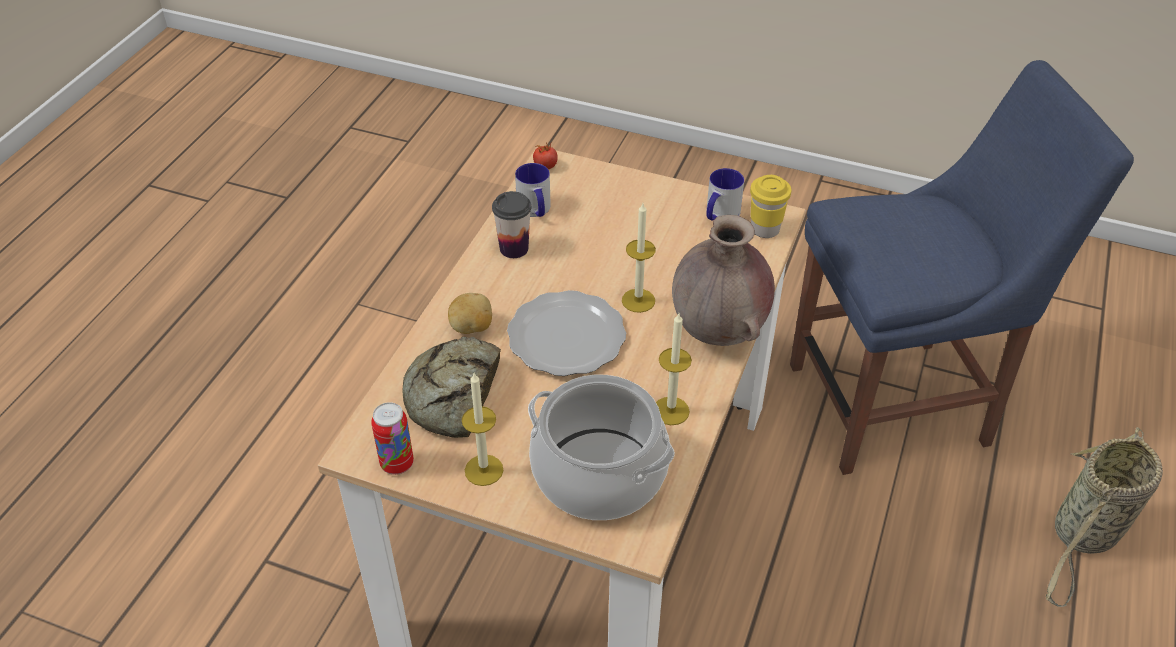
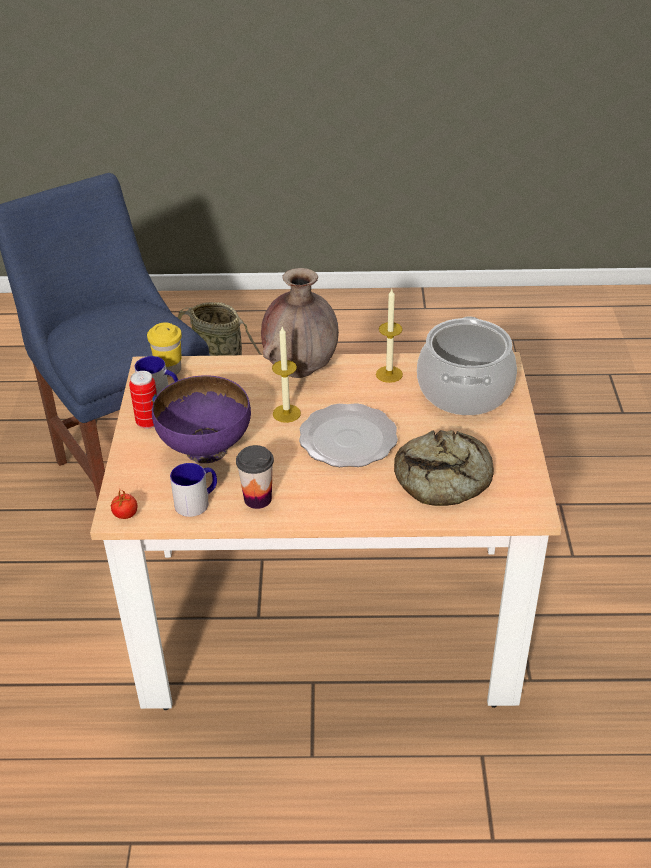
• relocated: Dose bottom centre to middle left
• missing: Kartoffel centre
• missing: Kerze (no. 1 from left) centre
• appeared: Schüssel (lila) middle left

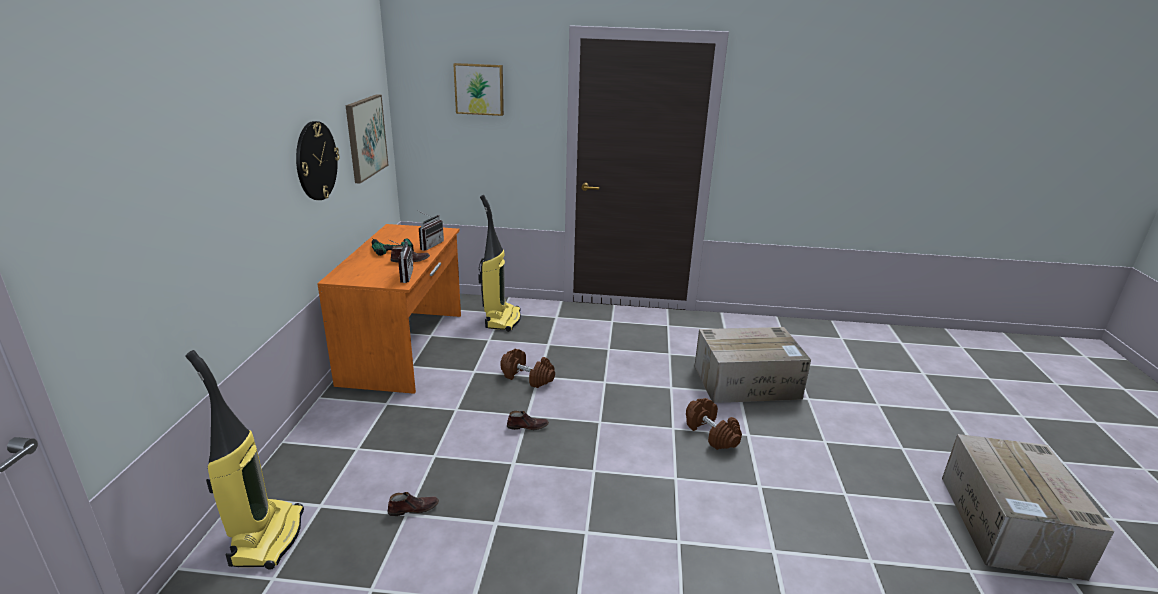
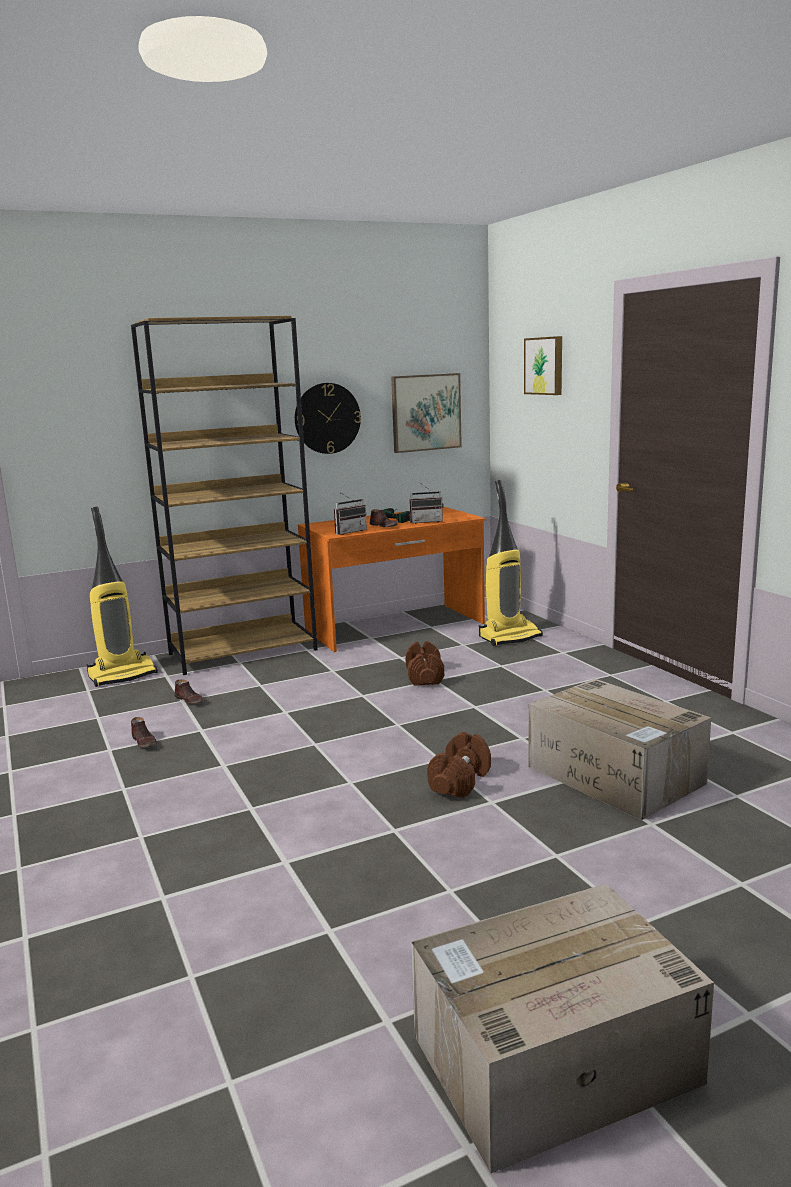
• relocated: Schuh (braun) (no. 3 from left in the first image) bottom centre to Schuh (braun) (no. 1 from left) middle left
• appeared: Bücherregal (braun) middle left

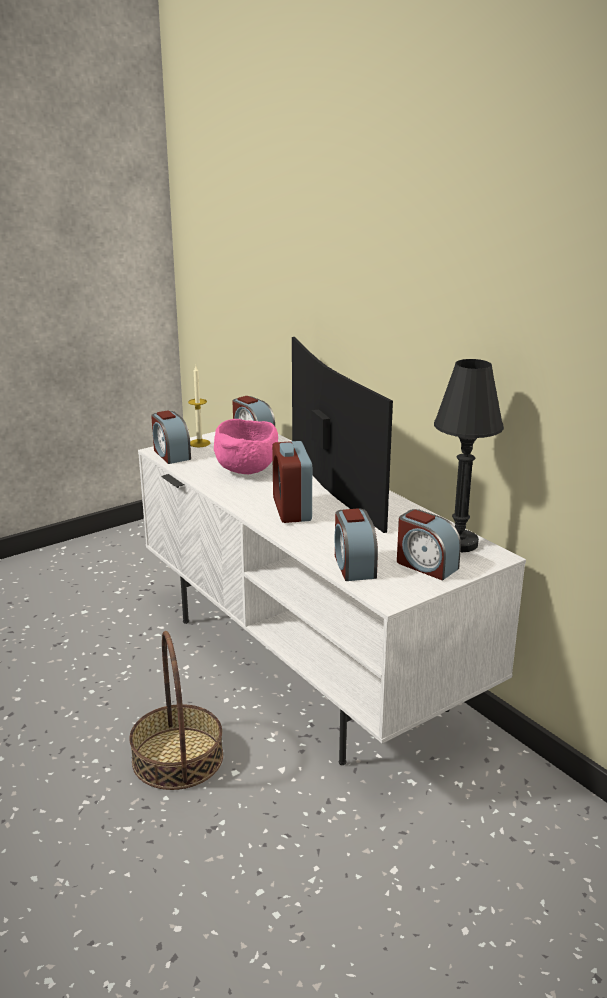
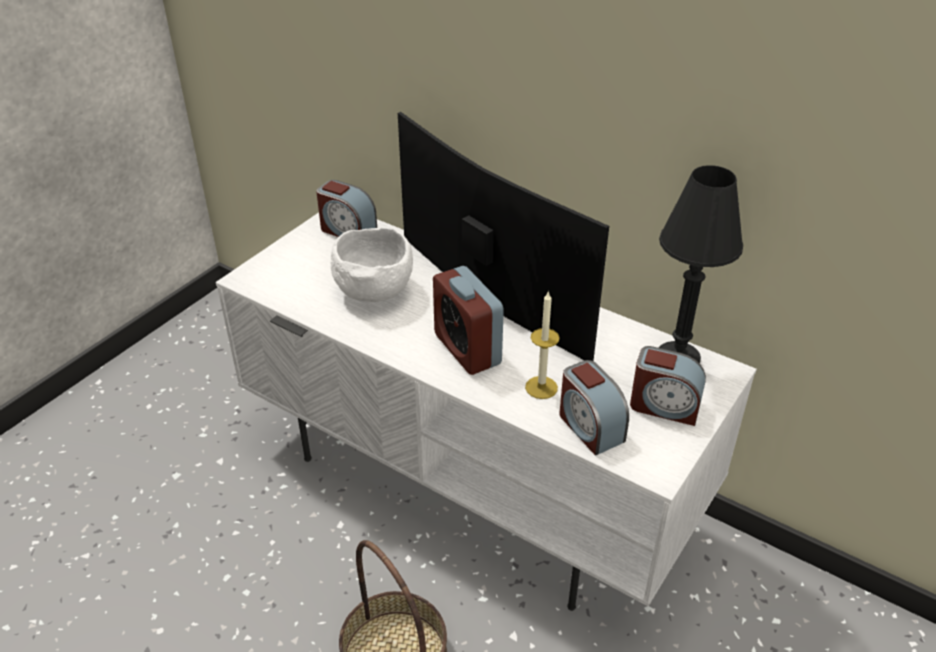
• missing: Wecker (no. 1 from left) middle left
• relocated: Kerze middle left to centre
• colour: Schüssel (rosa) centre to Schüssel (weiß) centre

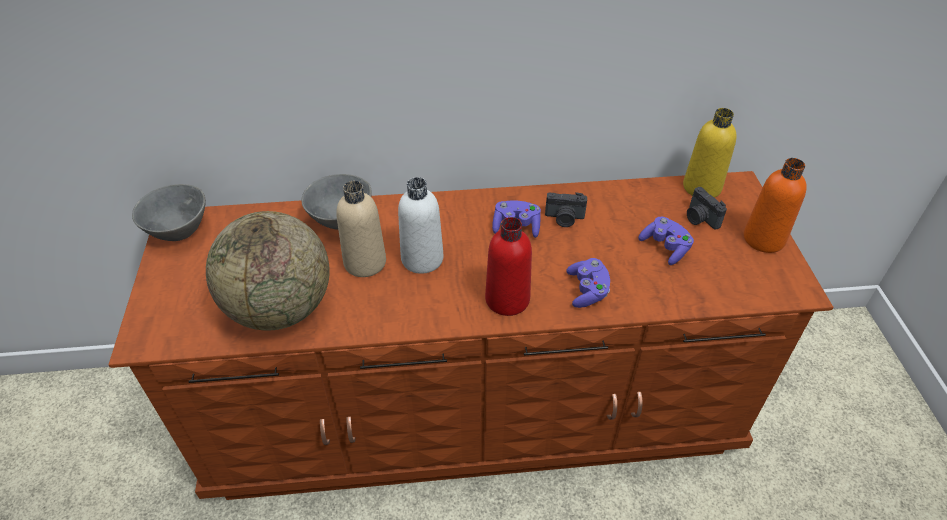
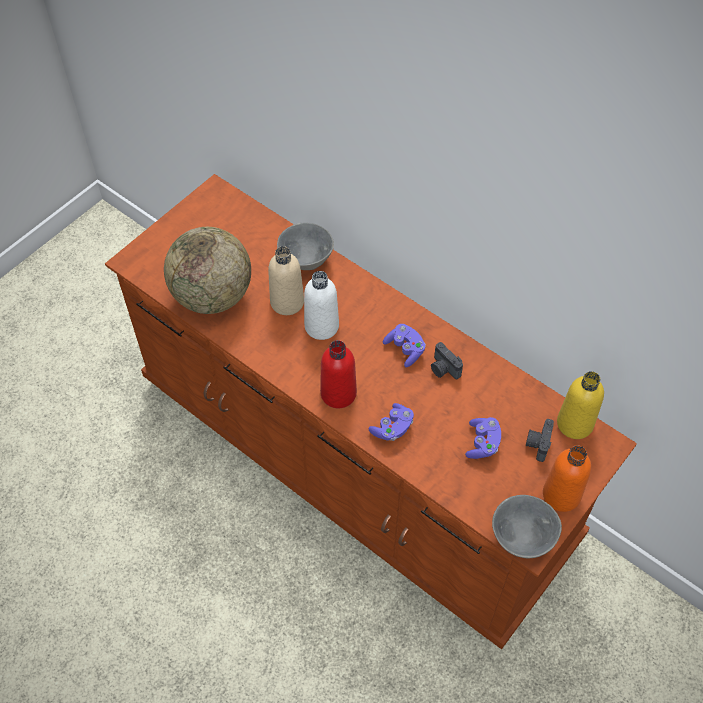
• relocated: Schüssel (grau) (no. 1 from left in the first image) middle left to Schüssel (grau) (no. 2 from left) bottom right

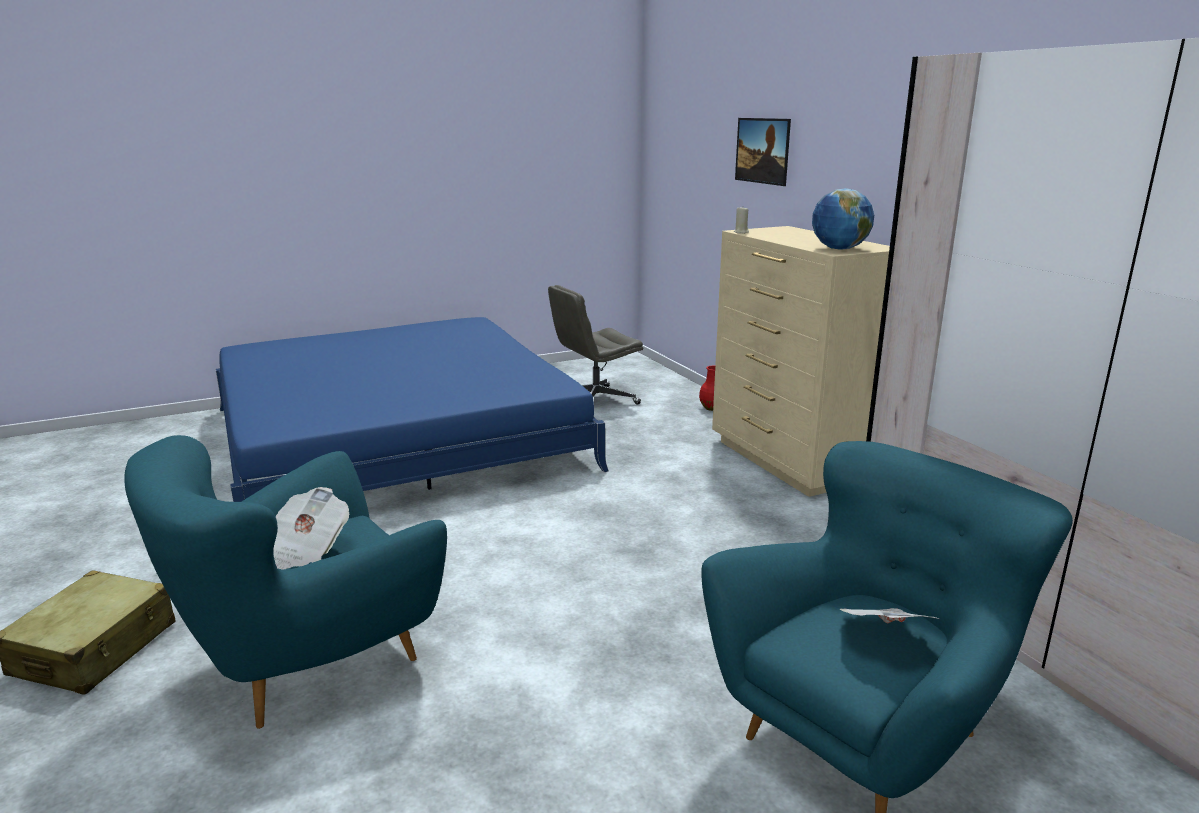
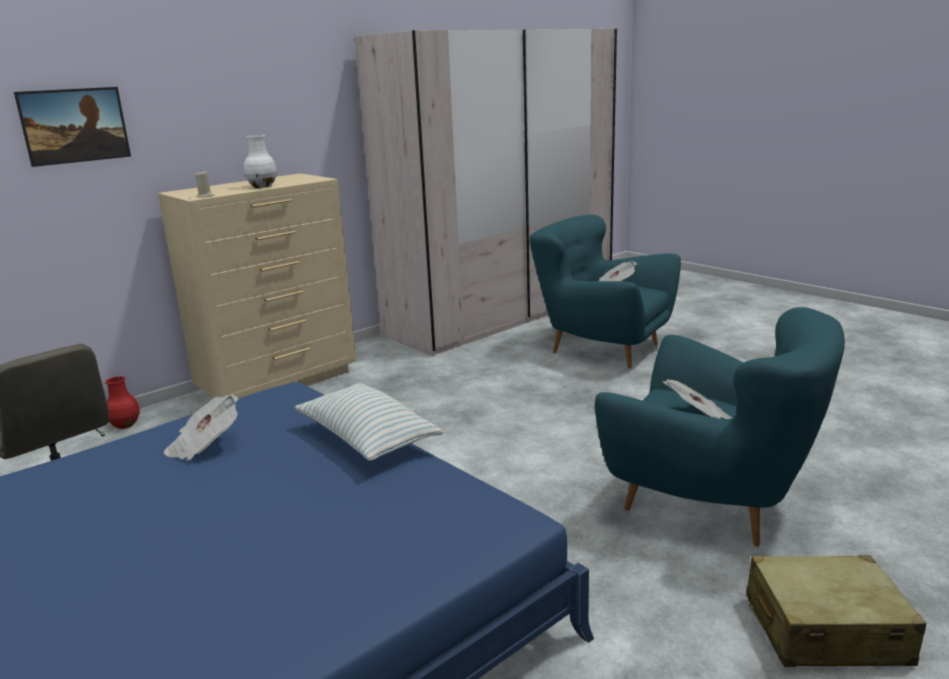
• missing: Globus top right
• appeared: Zeitung (no. 1 from left) middle left
• appeared: Vase (weiß) top left
• appeared: Kissen centre

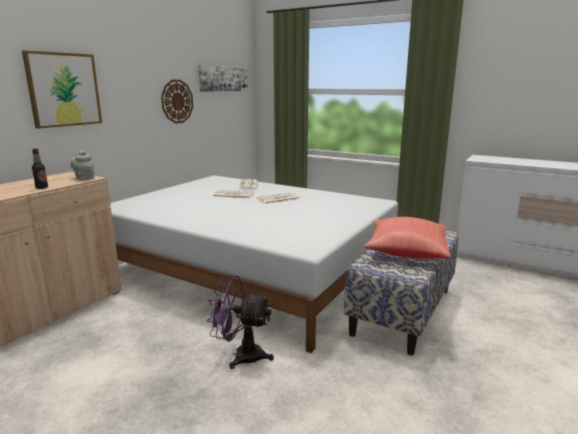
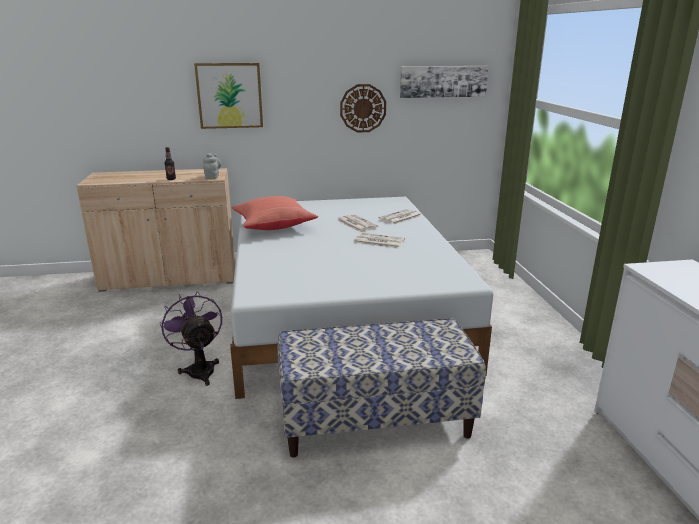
• relocated: Kissen (rot) middle right to centre

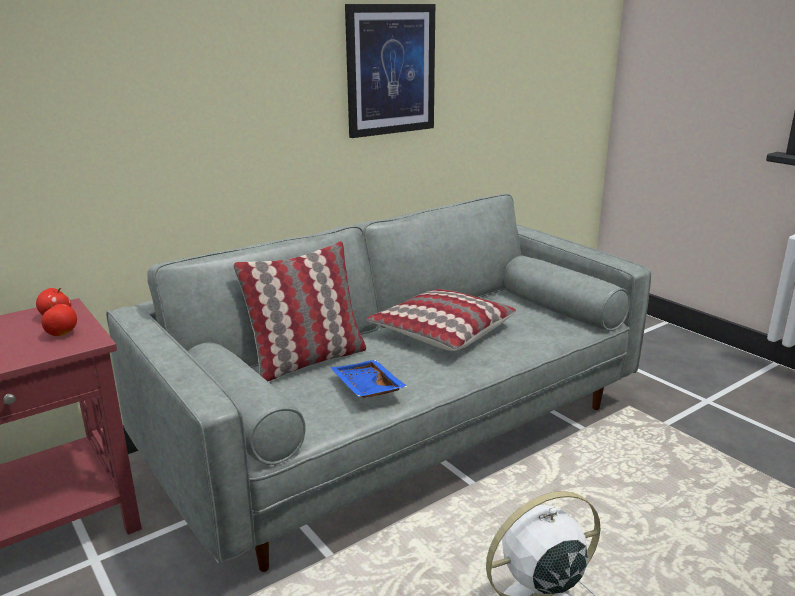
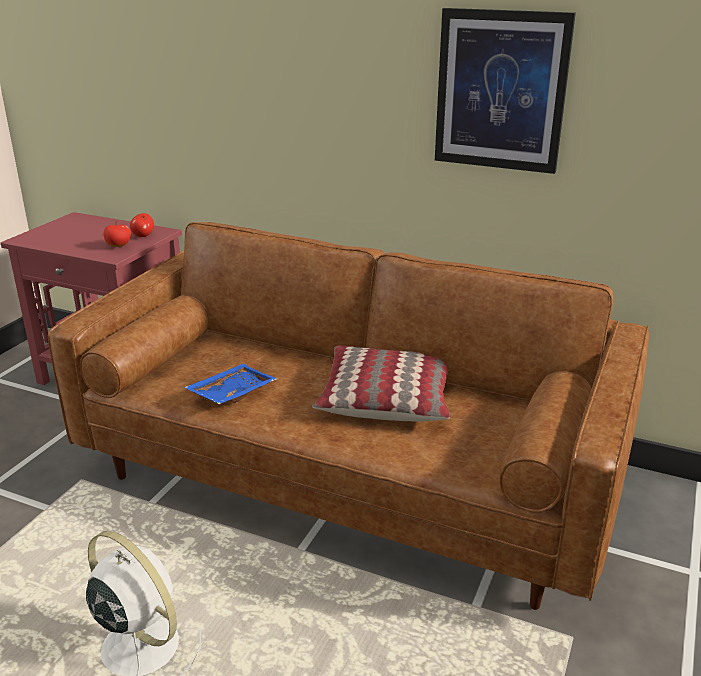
• colour: Sofa (grau) centre to Sofa (braun) centre
• missing: Kissen (no. 1 from left) centre

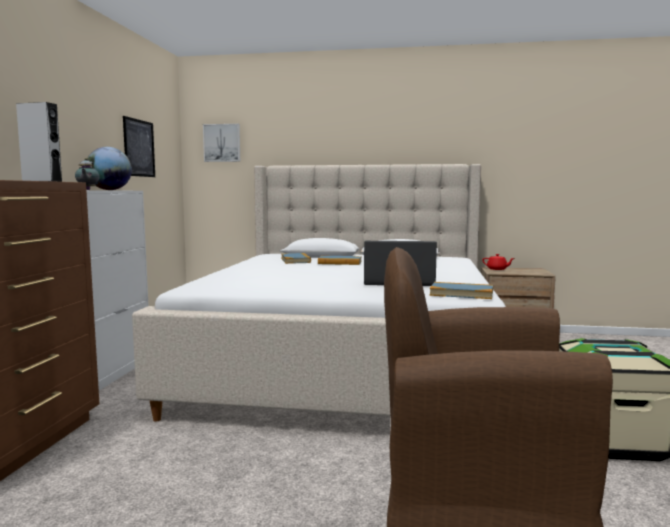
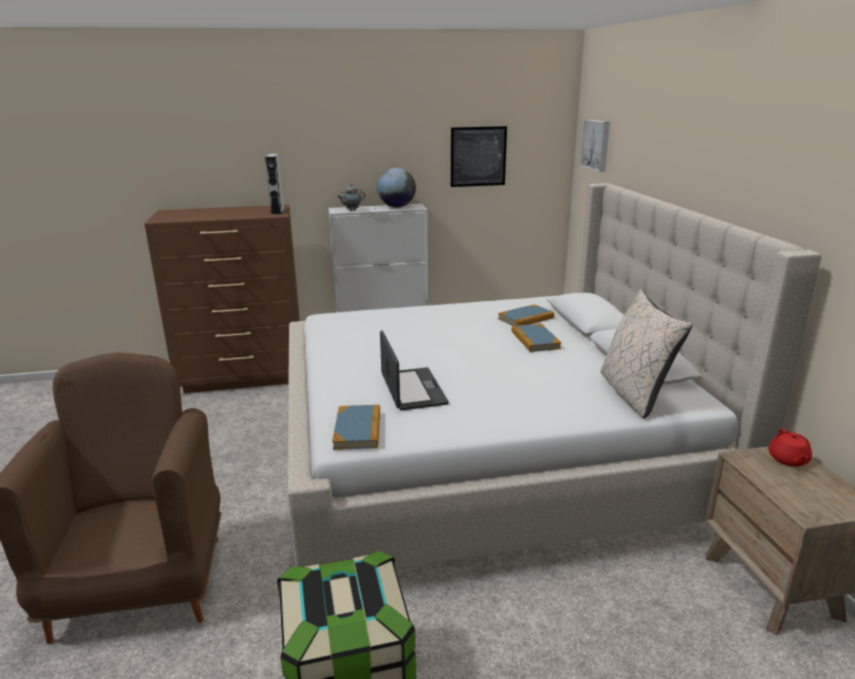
• appeared: Kissen (beige) middle right

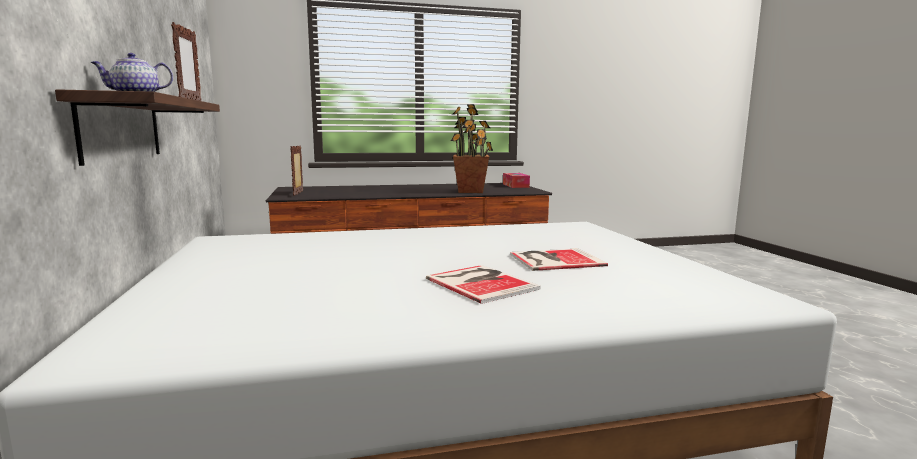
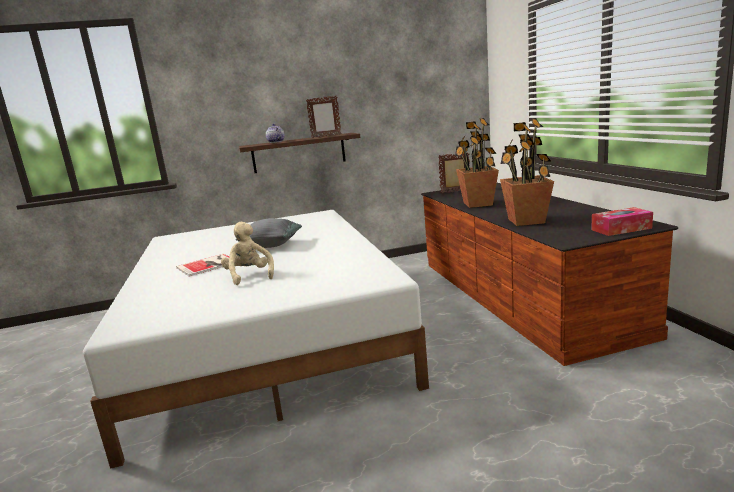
• exchanged: Buch (no. 2 from left) centre to Plüschtier (beige) centre
• appeared: Kissen (grau) centre
• appeared: Topfpflanze (no. 1 from left) top centre

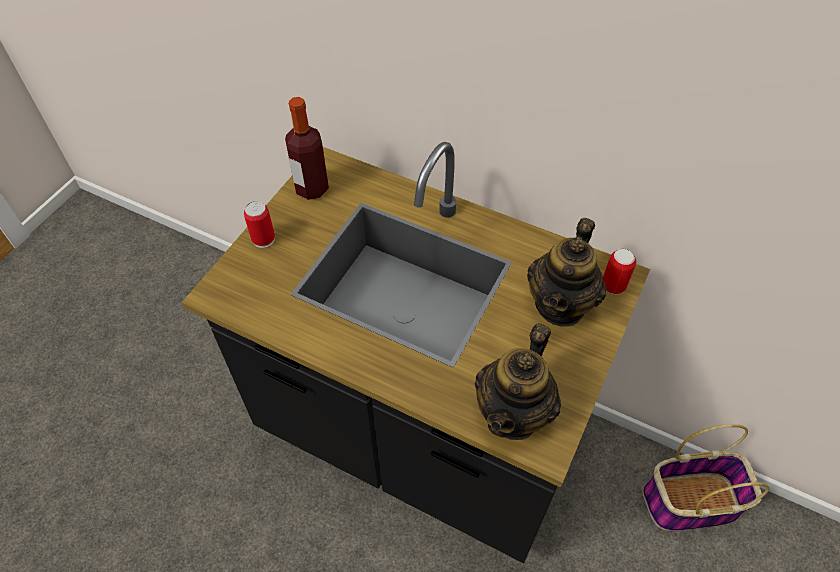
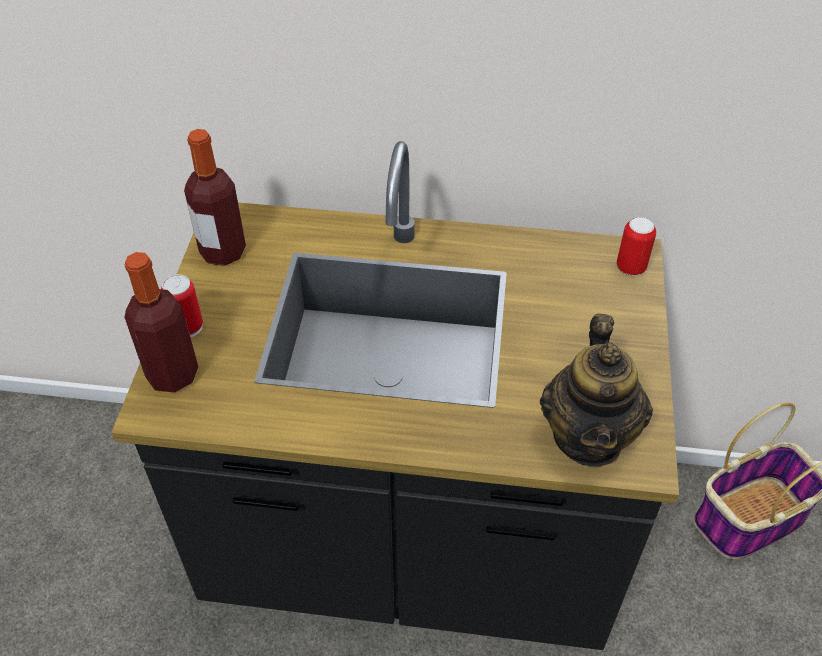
• missing: Teekanne (no. 2 from left) middle right
• appeared: Flasche (no. 1 from left) middle left

